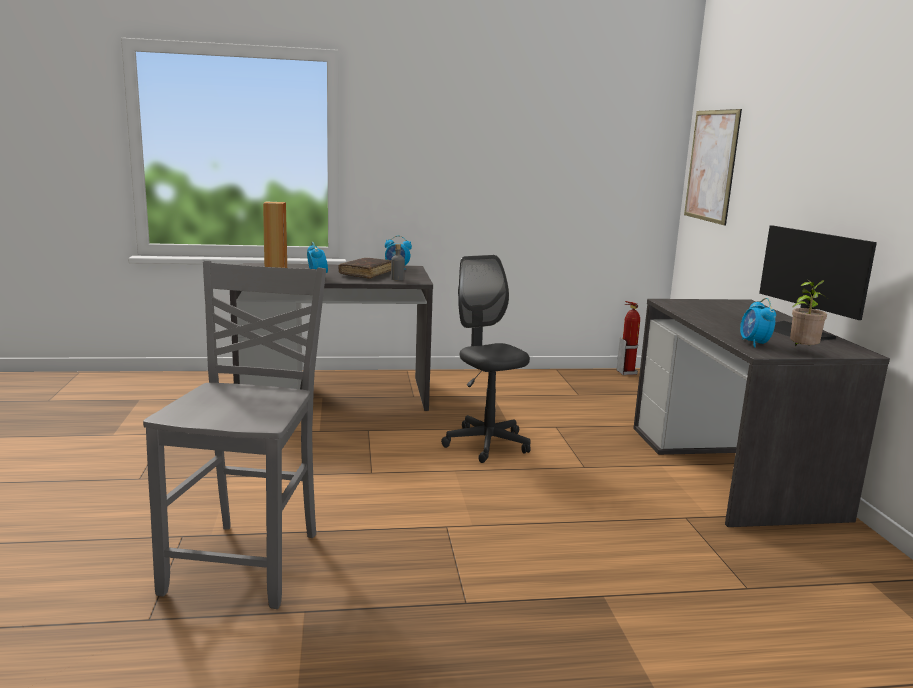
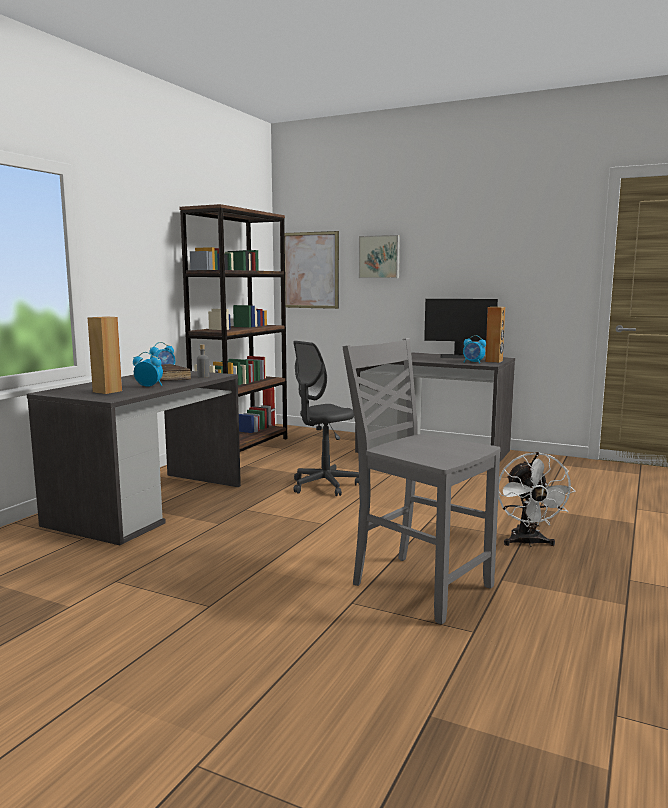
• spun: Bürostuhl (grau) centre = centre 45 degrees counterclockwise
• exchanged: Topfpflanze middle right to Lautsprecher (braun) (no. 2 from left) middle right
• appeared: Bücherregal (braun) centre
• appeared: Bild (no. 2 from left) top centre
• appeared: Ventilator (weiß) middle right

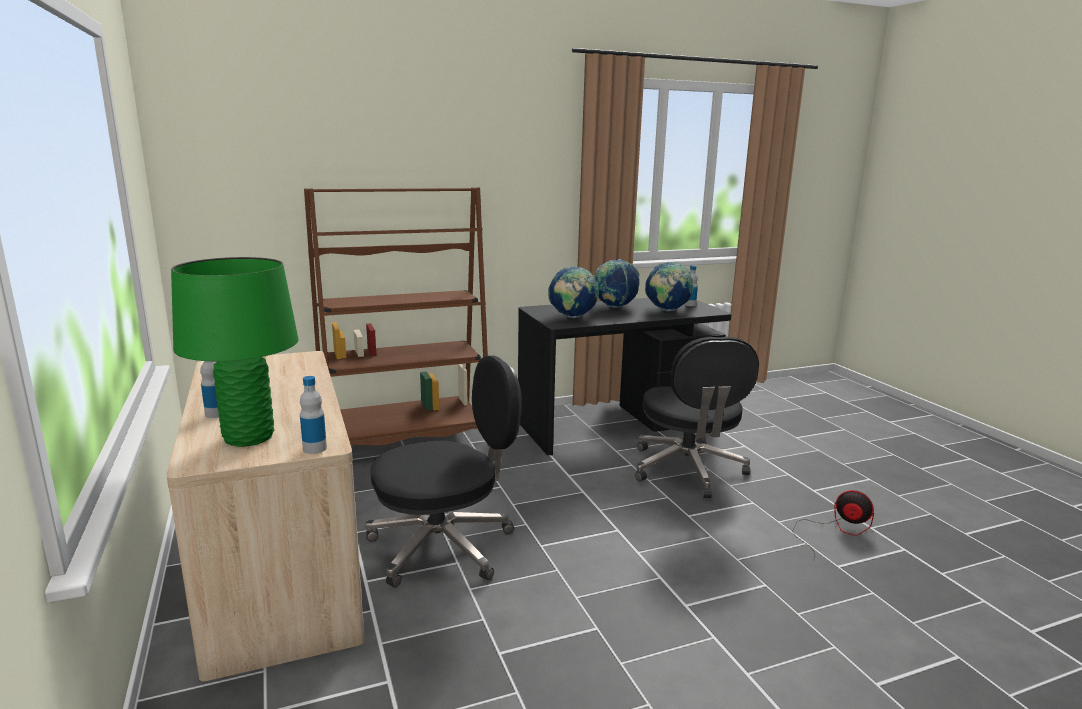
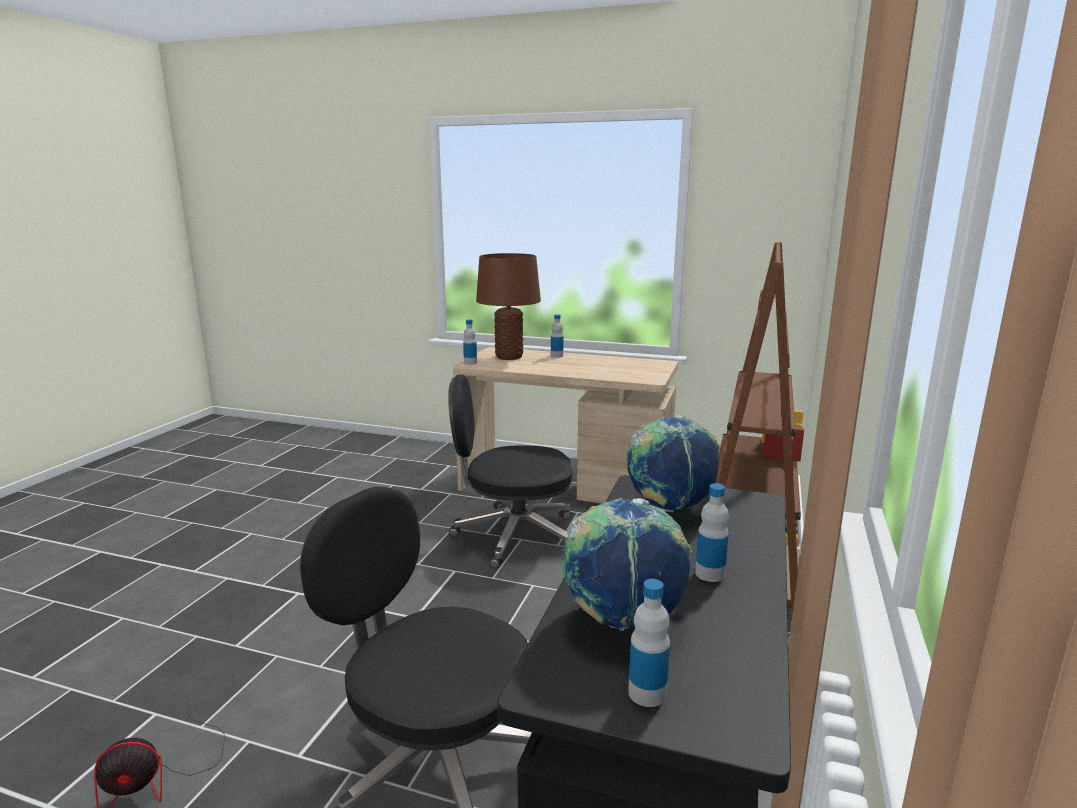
• colour: Tischlampe (grün) middle left to Tischlampe (braun) centre
• spun: Bürostuhl (schwarz) (no. 1 from left in the first image) centre = centre 75 degrees clockwise
• exchanged: Globus (no. 2 from left) centre to Flasche (no. 4 from left) centre

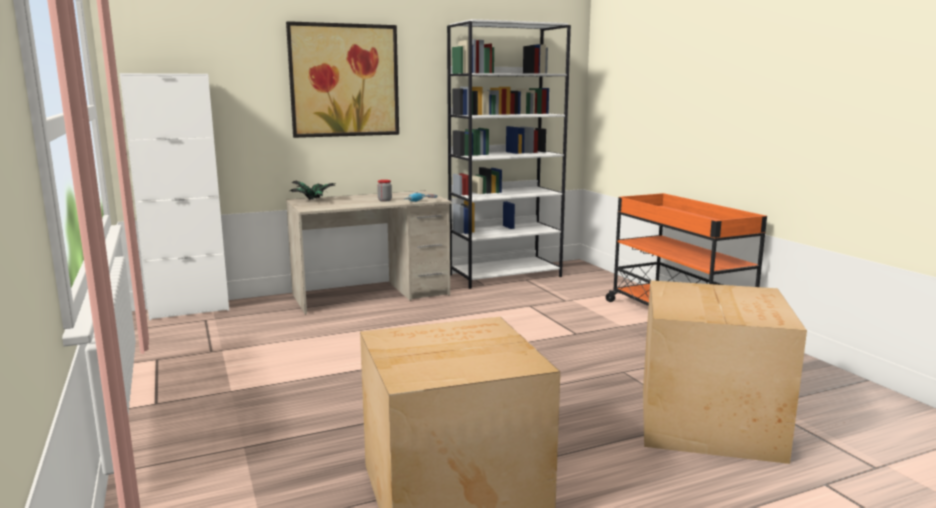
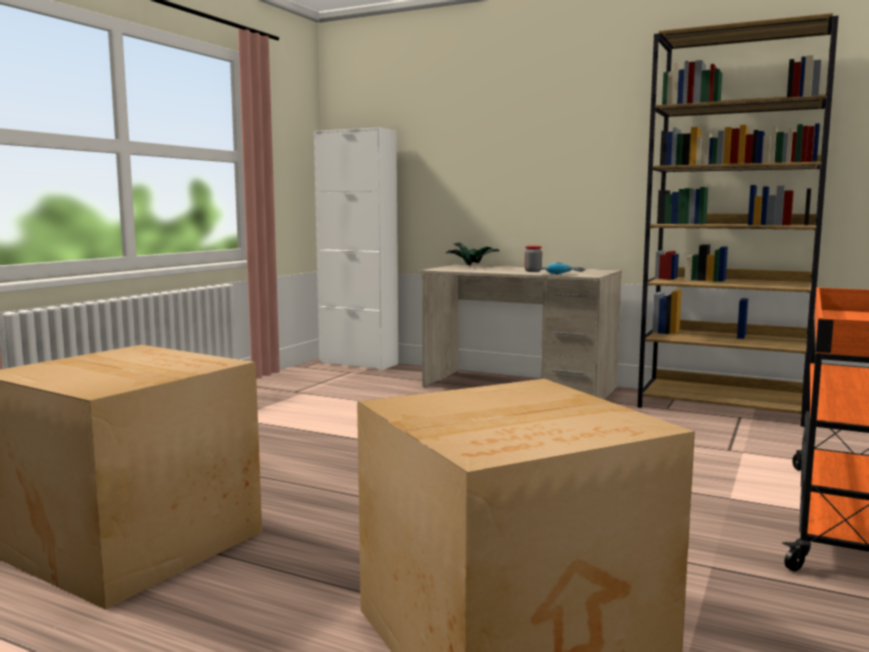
• missing: Bild top centre
• colour: Bücherregal (weiß) top centre to Bücherregal (braun) middle right

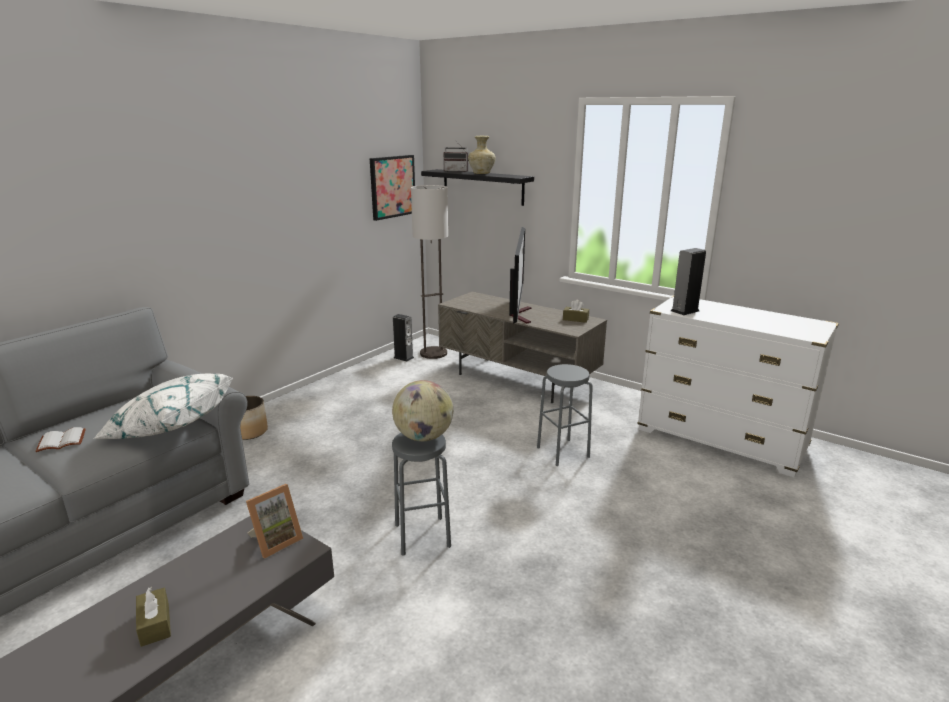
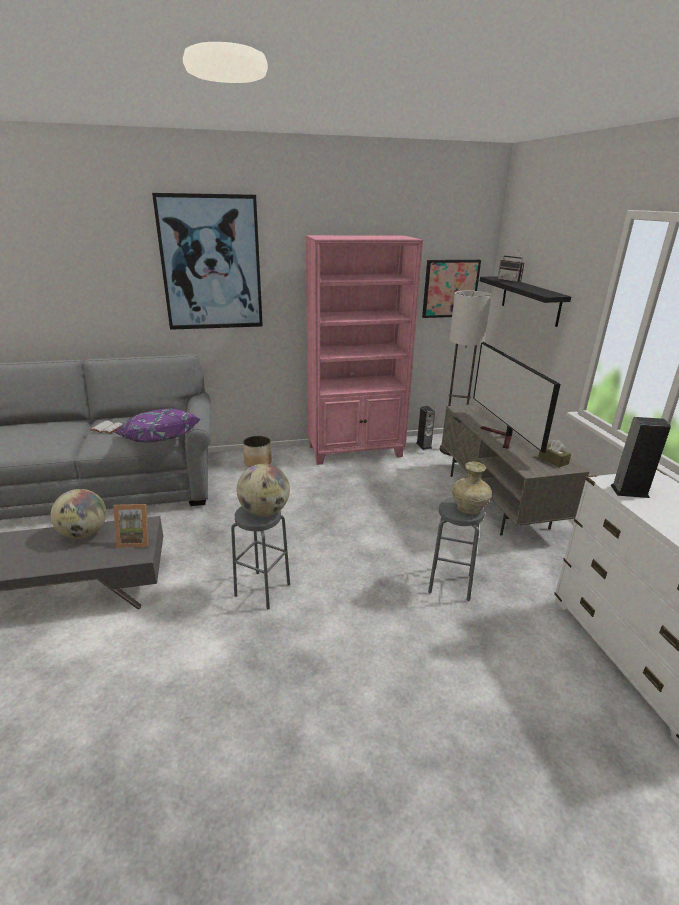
• colour: Kissen (weiß) middle left to Kissen (lila) middle left
• missing: Taschentuchbox (braun) (no. 1 from left) bottom left
• relocated: Vase (beige) top centre to middle right
• spun: Fernseher centre = middle right 120 degrees clockwise
• appeared: Globus (no. 1 from left) middle left
• appeared: Bild (no. 1 from left) top left
• appeared: Bücherregal (rosa) centre

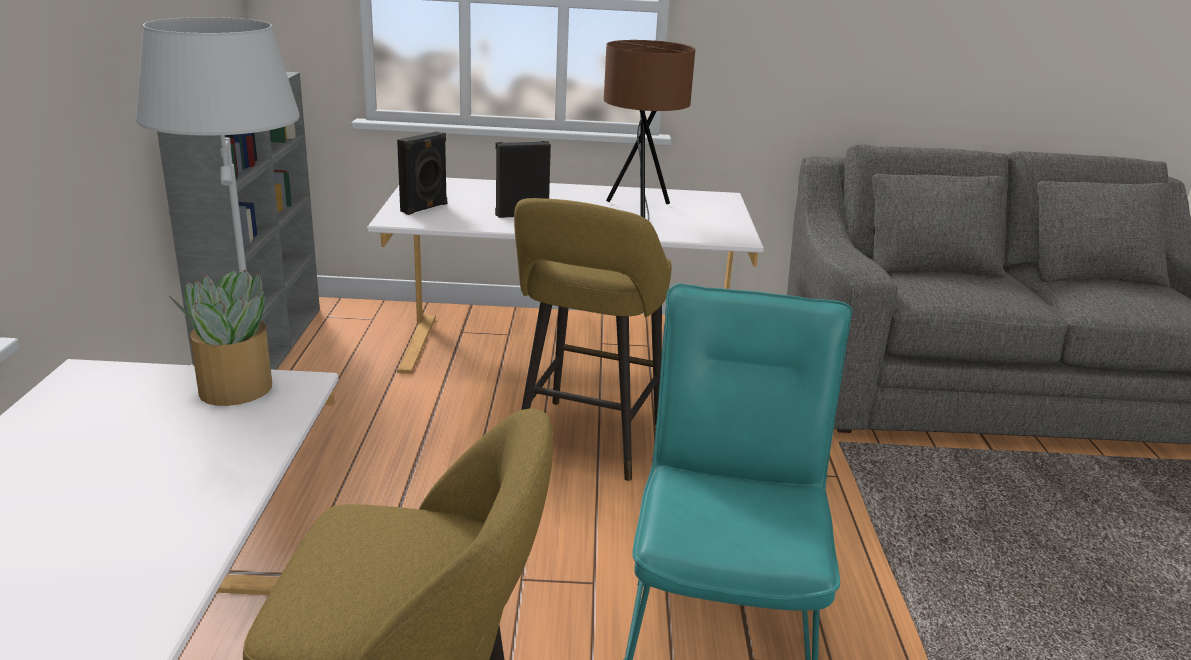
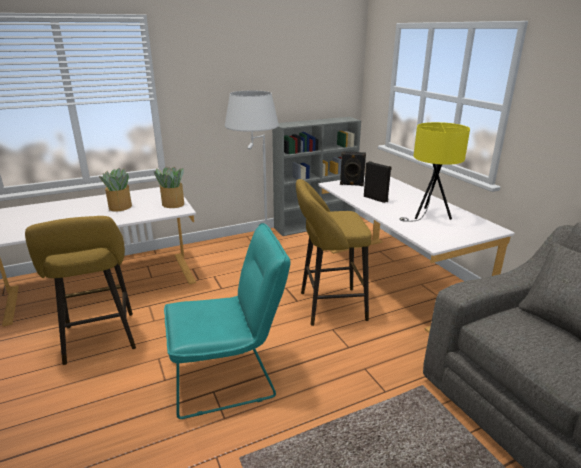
• colour: Tischlampe (braun) top centre to Tischlampe (gelb) middle right
• appeared: Topfpflanze (no. 1 from left) middle left

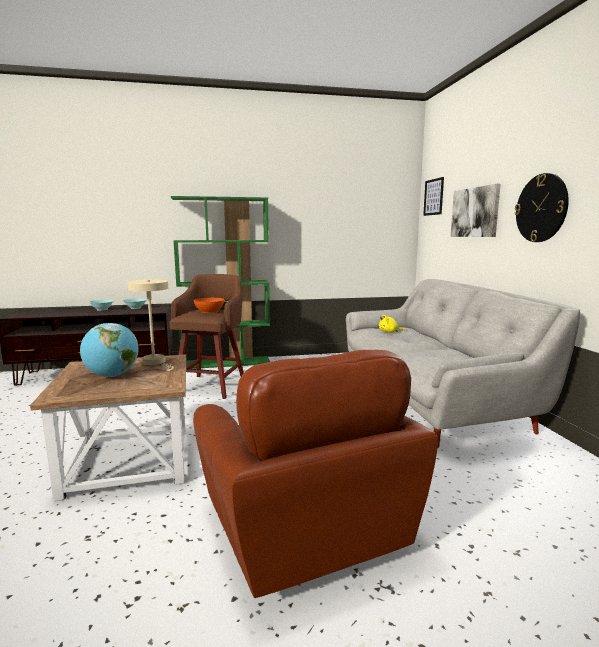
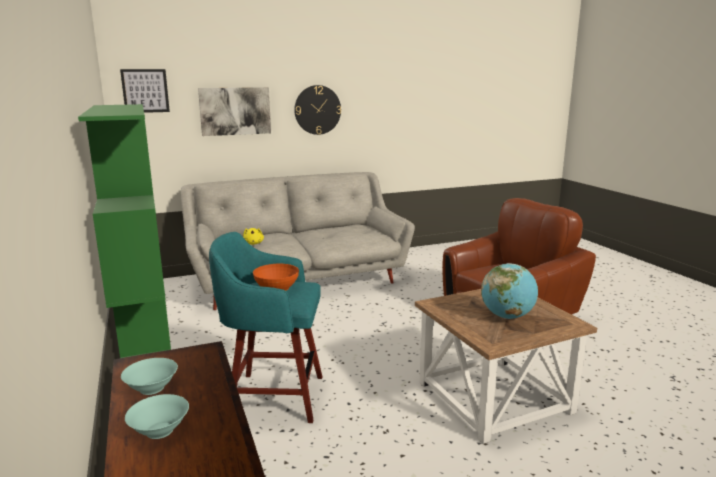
• missing: Tischlampe (beige) middle left
• colour: Hocker (braun) centre to Hocker (türkis) bottom centre

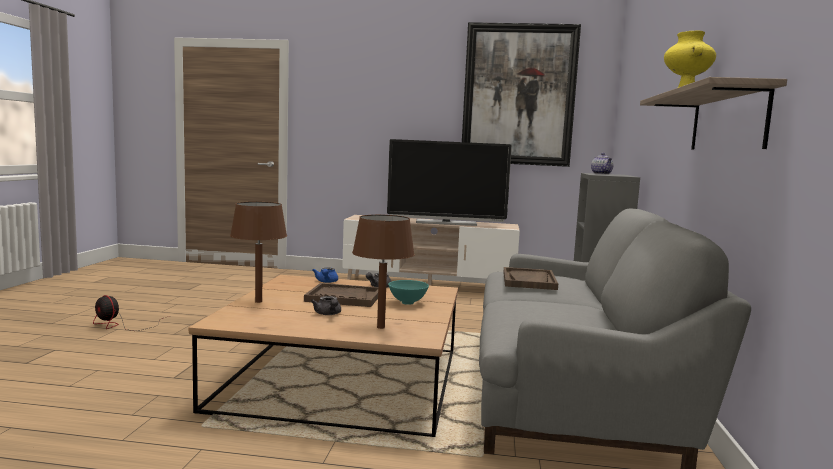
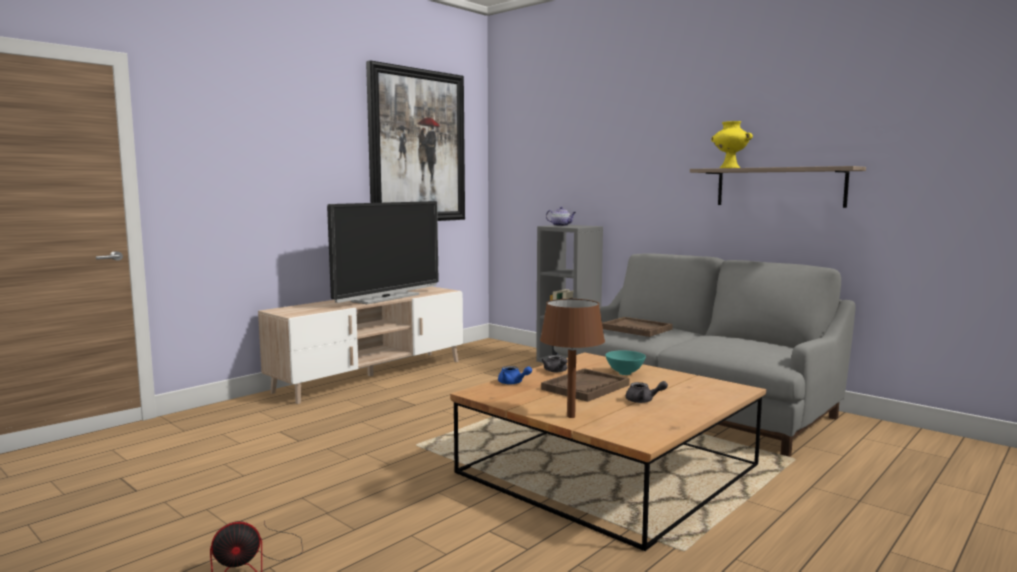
• missing: Tischlampe (braun) (no. 2 from left) centre

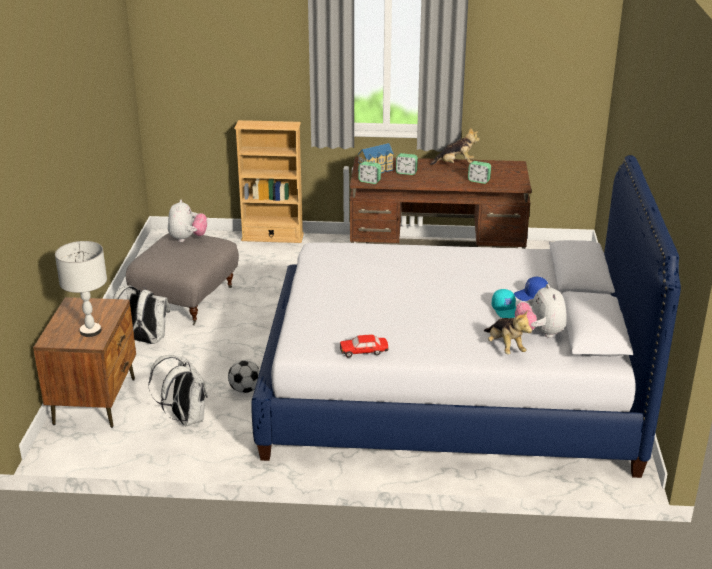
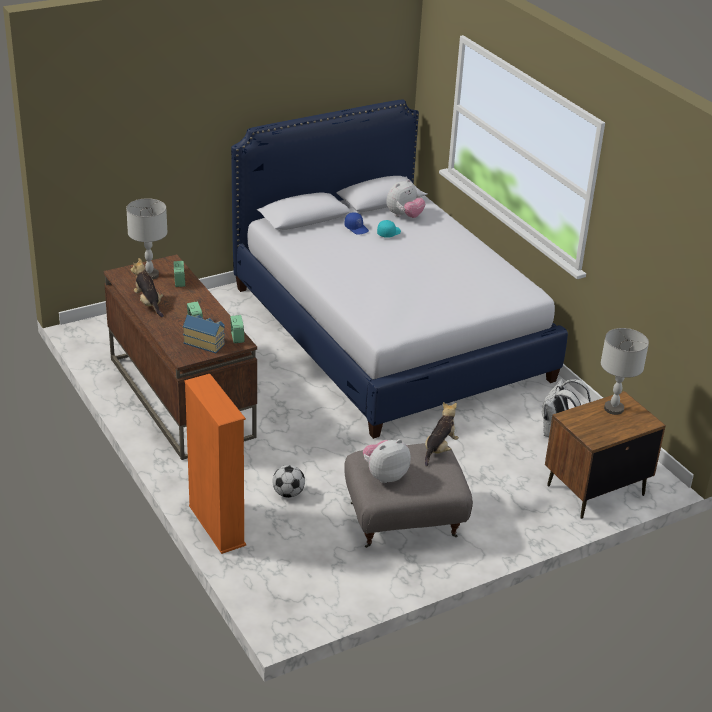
• missing: Rucksack (weiß) (no. 1 from left) middle left
• relocated: Fußball centre to bottom centre
• colour: Bücherregal (beige) top centre to Bücherregal (orange) middle left
• missing: Spielzeugauto centre
• relocated: Plüschtier (no. 3 from left in the first image) middle right to Plüschtier (no. 4 from left) centre
• appeared: Tischlampe (grau) (no. 1 from left) middle left

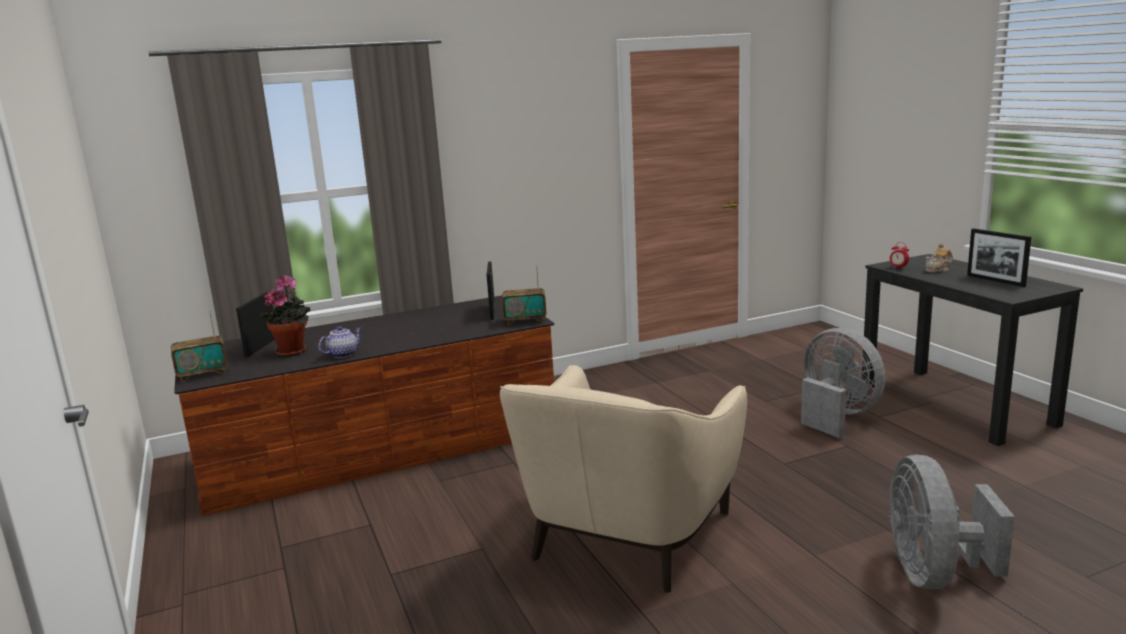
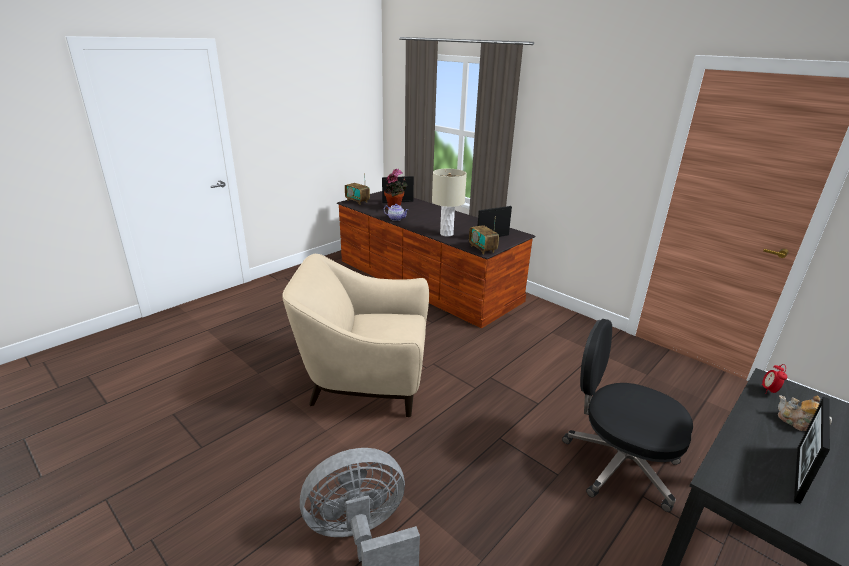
• exchanged: Ventilator (grau) (no. 1 from left) middle right to Bürostuhl (schwarz) bottom right
• appeared: Tischlampe (beige) centre

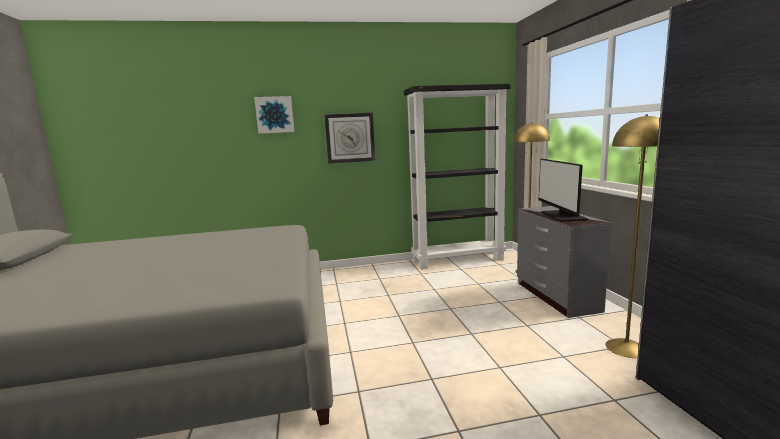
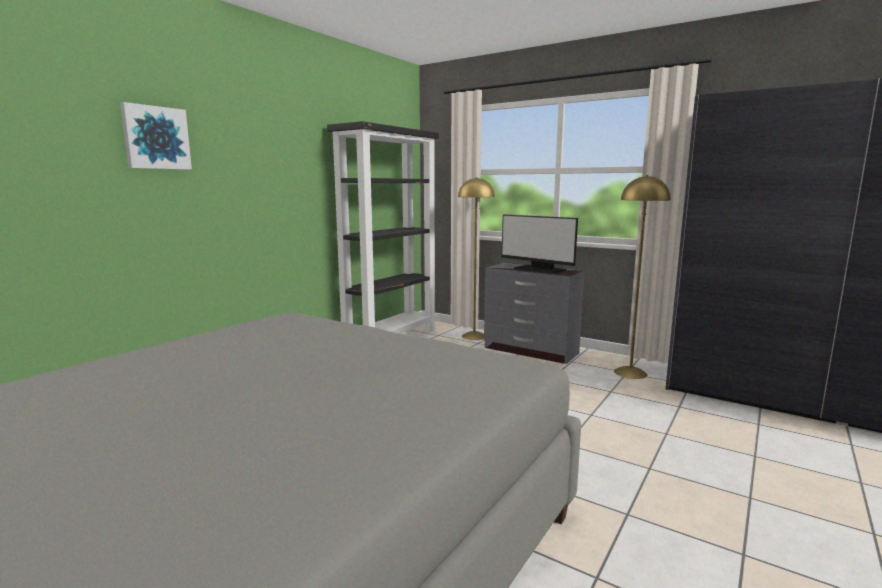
• missing: Wanduhr top centre

